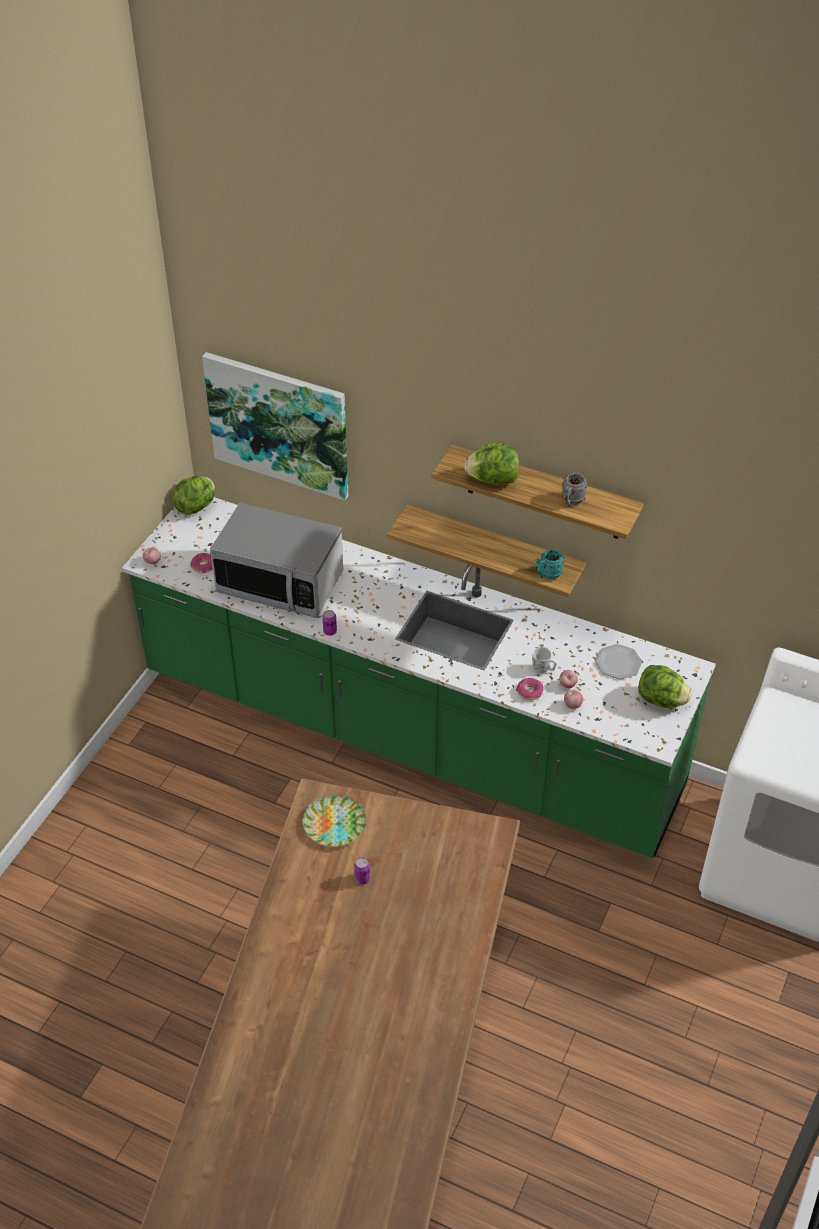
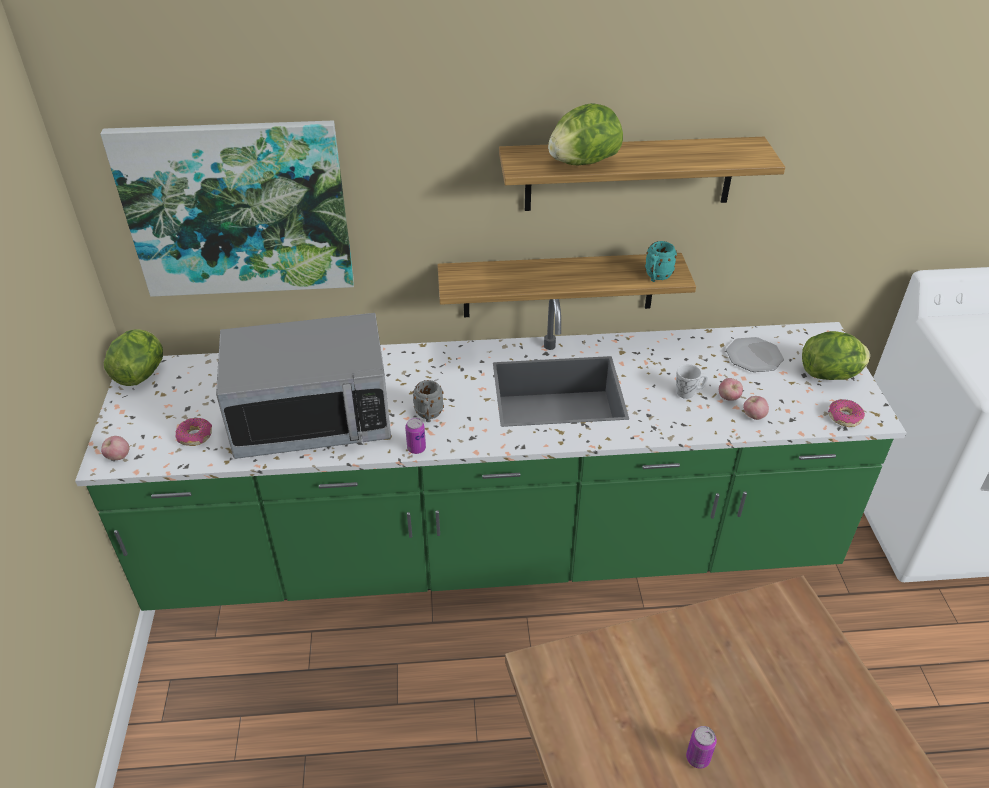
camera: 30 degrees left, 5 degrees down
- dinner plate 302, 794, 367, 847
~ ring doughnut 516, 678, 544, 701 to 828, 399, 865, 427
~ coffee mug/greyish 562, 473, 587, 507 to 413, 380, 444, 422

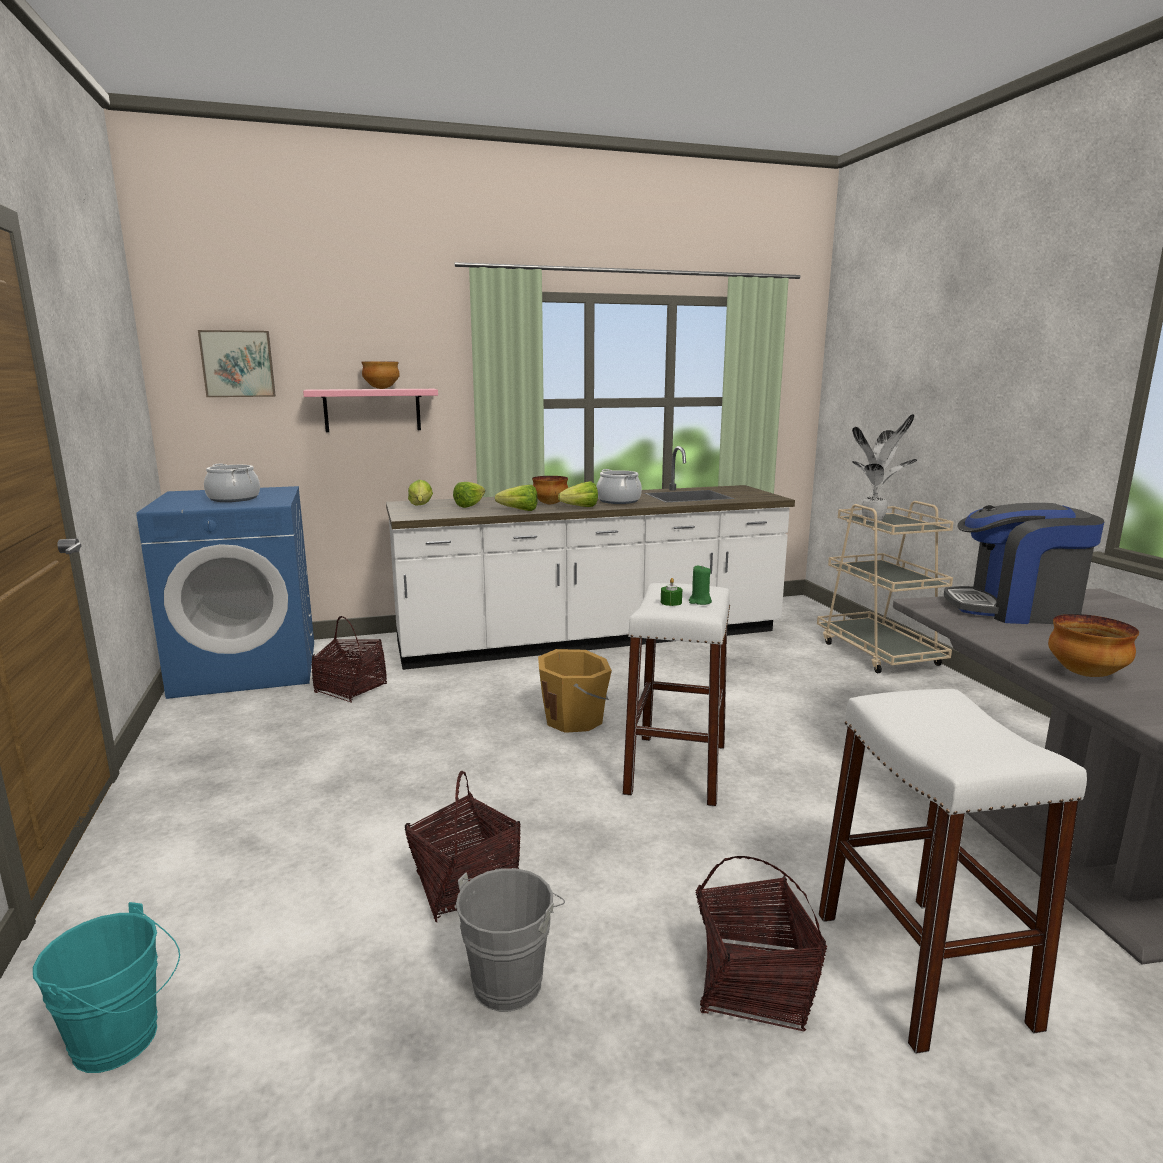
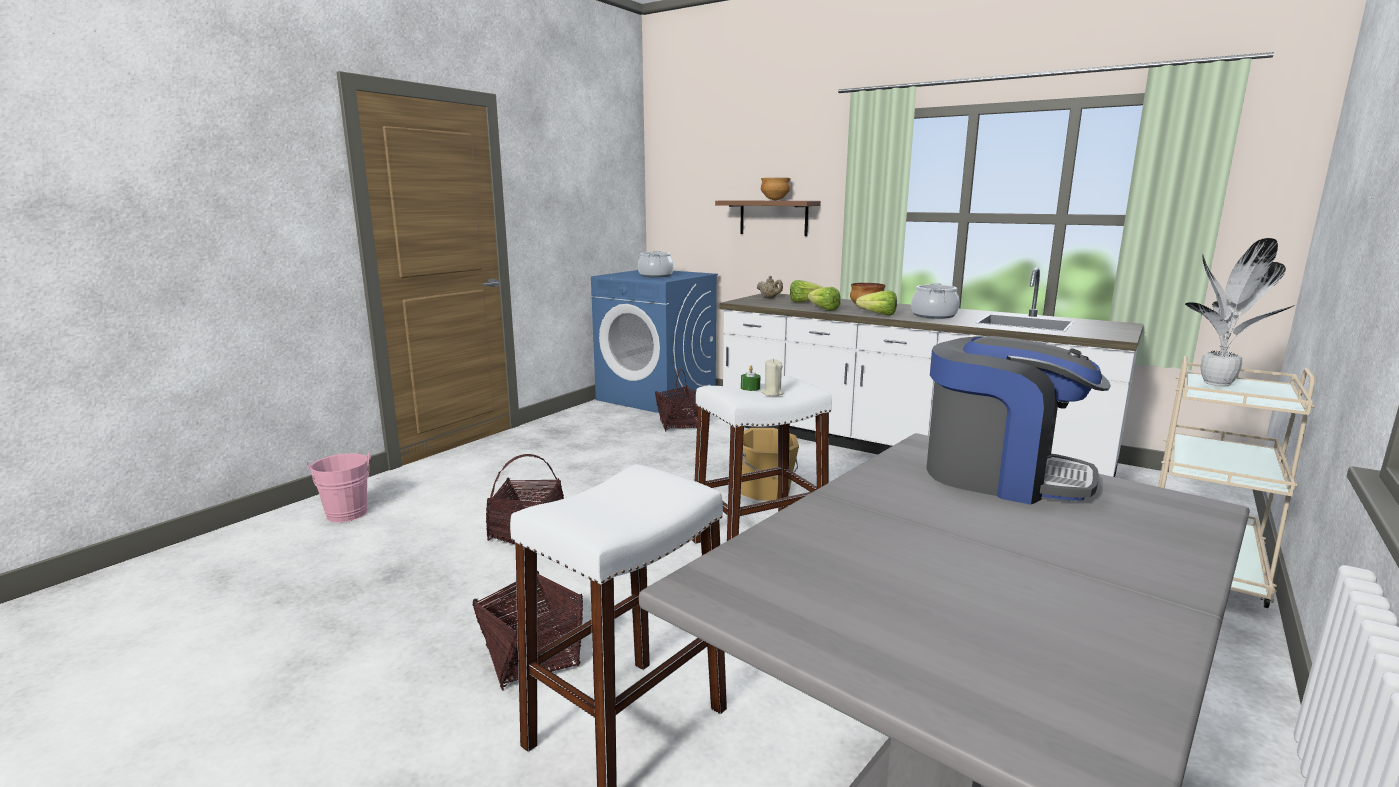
camera: 50 degrees right, 0 degrees up
- wall picture 198, 330, 276, 397
- bucket/greyish 456, 868, 565, 1012
- deep dish 1048, 614, 1139, 677
~ head of lettuce 408, 480, 433, 505 to pot for tea/sand-coloured 757, 276, 783, 298
~ bucket/turquoise 33, 902, 180, 1073 to bucket/pink-coloured 307, 452, 371, 522
~ wall shelf/pink-coloured 303, 389, 438, 432 to wall shelf/brownish 715, 200, 821, 236
~ wax candle/greenish 689, 566, 712, 605 to wax candle/sand-coloured 761, 359, 783, 396
~ coffee brewer 944, 503, 1104, 624 = 926, 336, 1111, 505 150 degrees clockwise

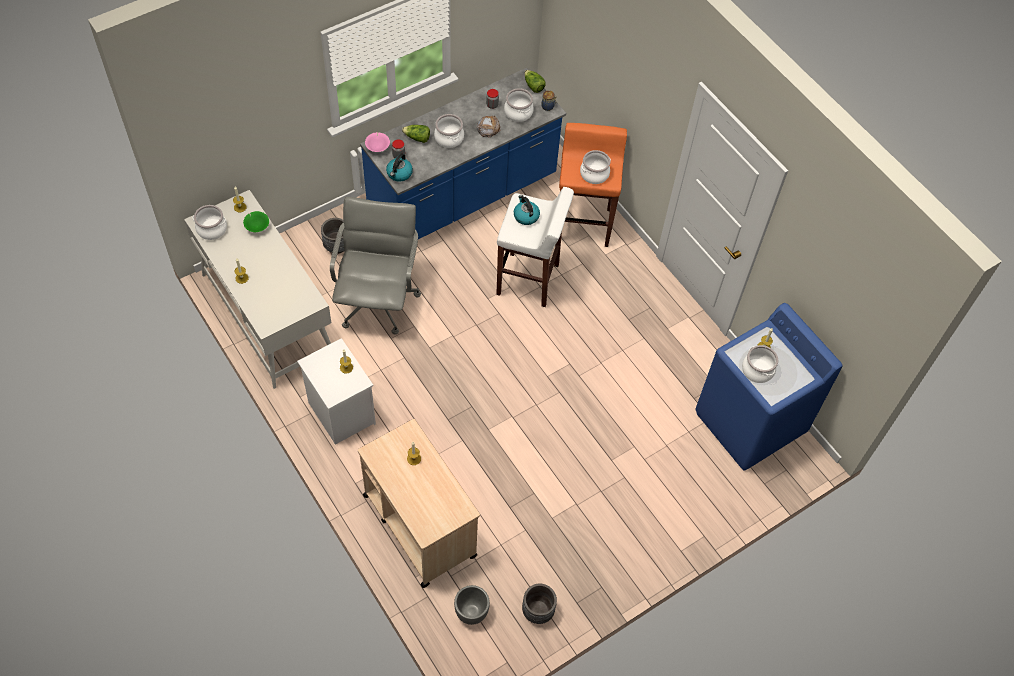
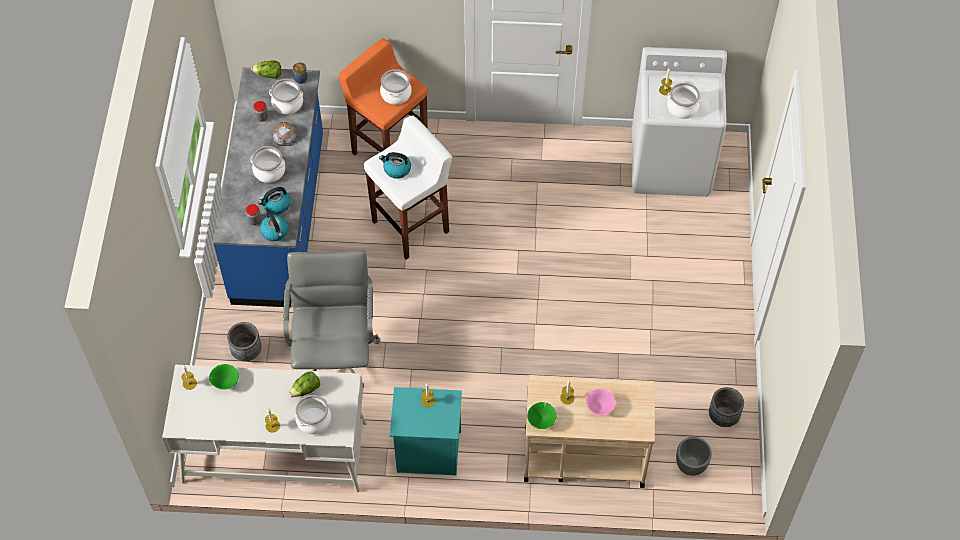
camera: 50 degrees left, 0 degrees up
+ water kettle 258, 187, 291, 215
+ deep dish/greenish 527, 402, 556, 429
~ stockpot 193, 205, 227, 240 to 295, 395, 331, 434
~ deep dish/pink-coloured 365, 132, 390, 152 to 586, 389, 616, 416
~ head of lettuce 402, 125, 430, 143 to 289, 371, 320, 397
~ bedside table/whitish 297, 338, 376, 445 to bedside table/turquoise 390, 387, 462, 476
~ laundry machine/blue-coloured 696, 303, 843, 470 to laundry machine/whitish 632, 47, 727, 197
~ computer chair/greyish 330, 197, 421, 335 = 283, 250, 381, 388 45 degrees clockwise

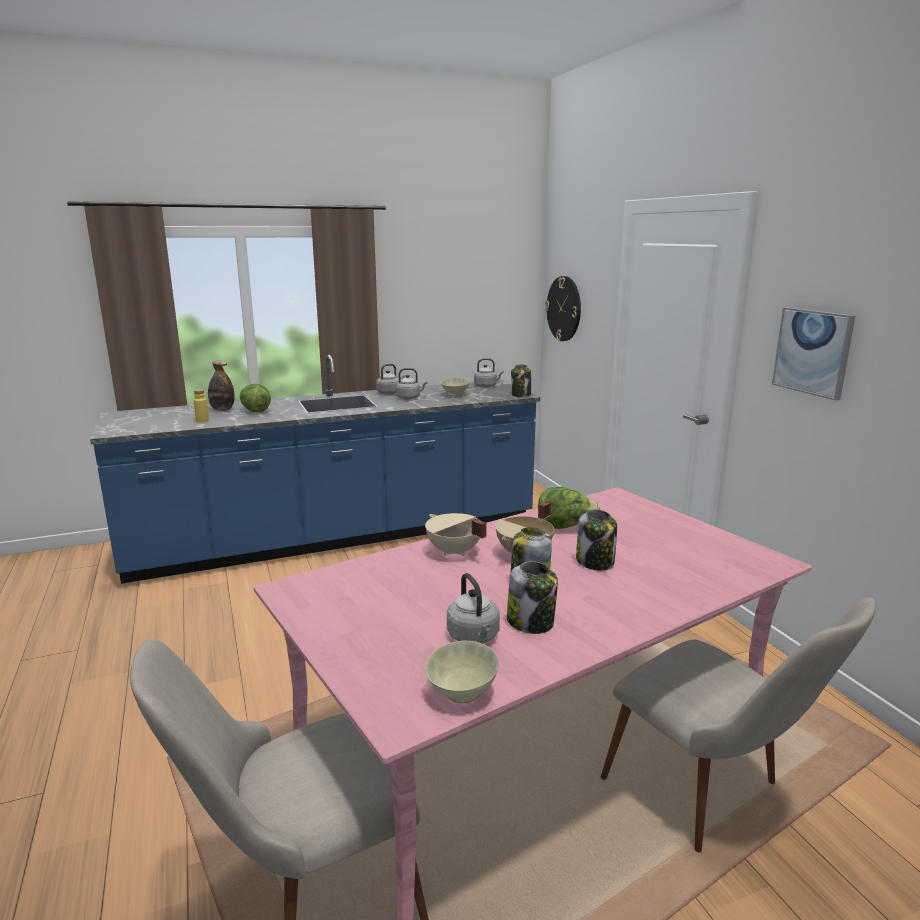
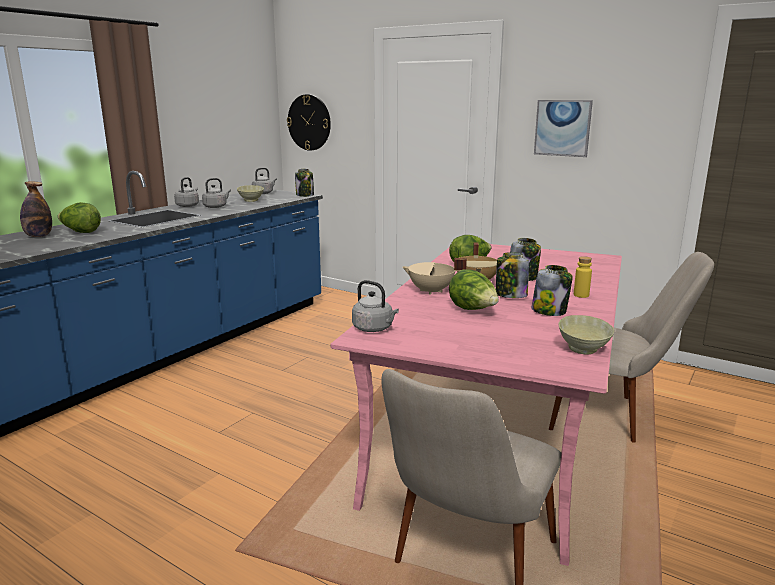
camera: 35 degrees left, 0 degrees up
+ head of lettuce 449, 269, 499, 310
~ beverage bottle/yellow 193, 389, 209, 422 to 574, 256, 592, 298
~ water kettle/greyish 447, 573, 500, 644 to 352, 280, 399, 332

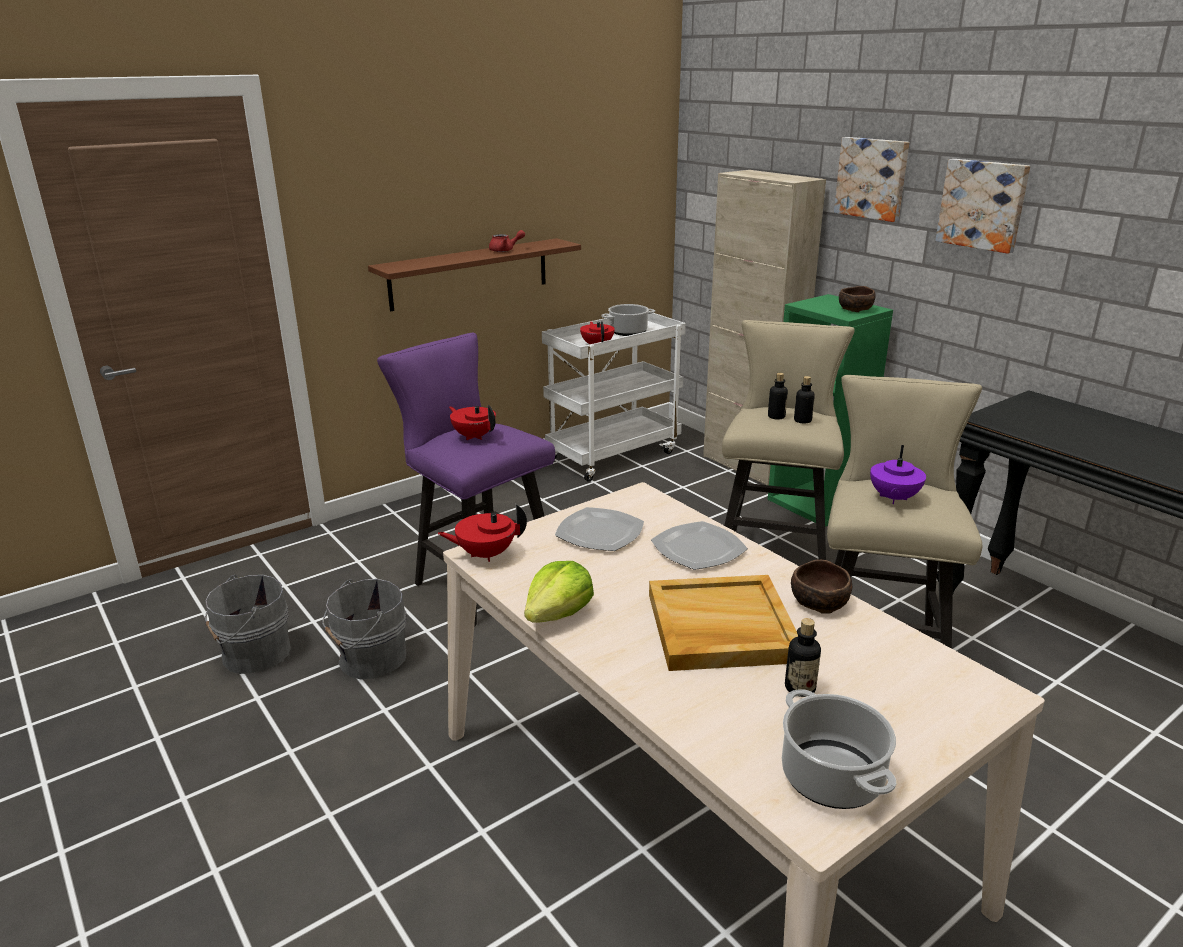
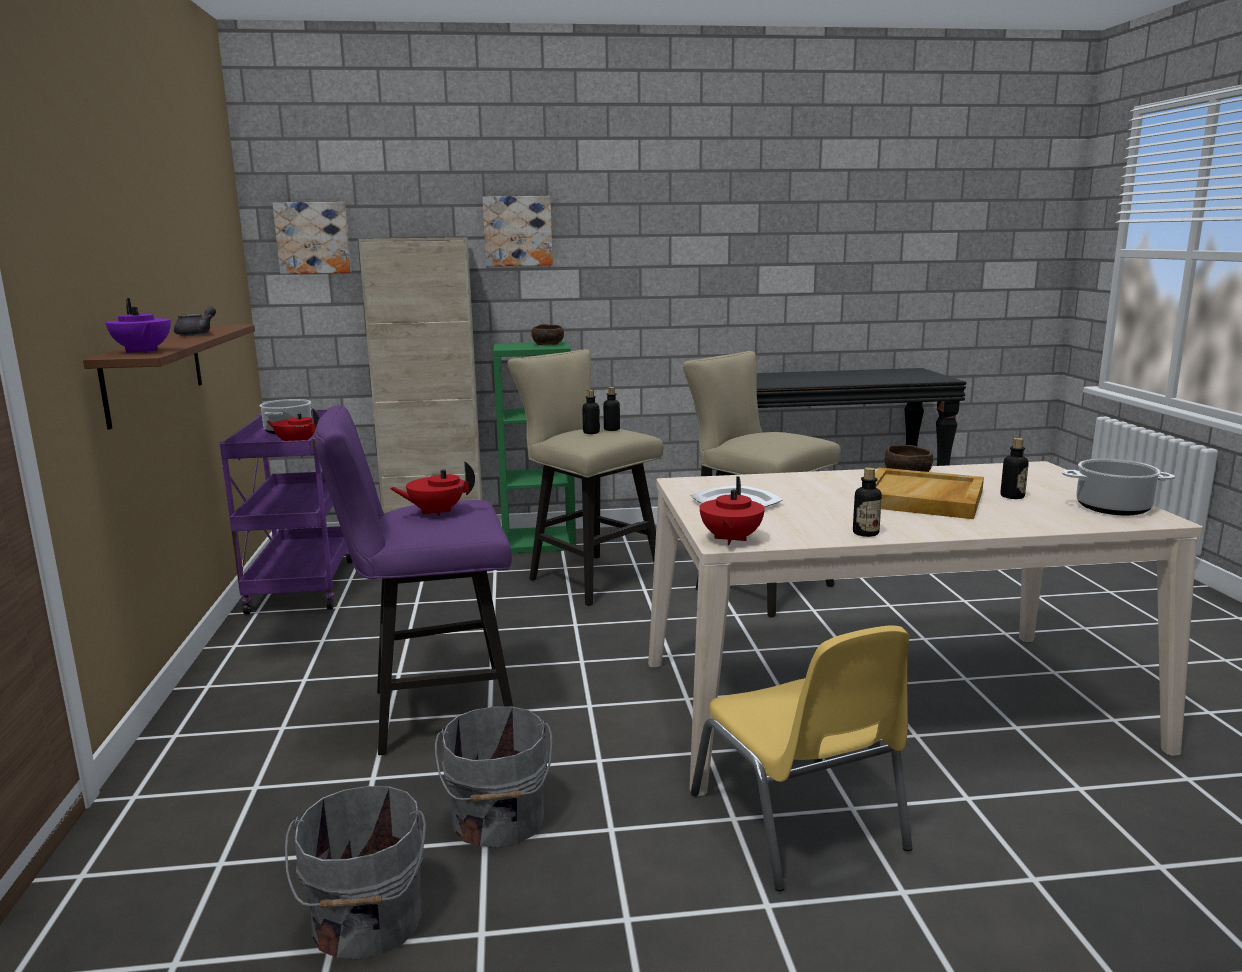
camera: 60 degrees left, 10 degrees down
- dinner plate 651, 521, 748, 570
+ upright chair/yellow 691, 625, 912, 891
~ pot for tea/purple 870, 445, 926, 504 to 106, 298, 171, 353
~ wall picture 935, 159, 1030, 254 to 272, 202, 351, 274
~ head of lettuce 524, 561, 594, 623 to beverage bottle 853, 467, 882, 537
~ pot for tea/reddish 489, 230, 525, 252 to pot for tea/greyish 174, 306, 216, 336
~ trolley/whitish 542, 313, 686, 482 to trolley/purple 220, 409, 353, 614

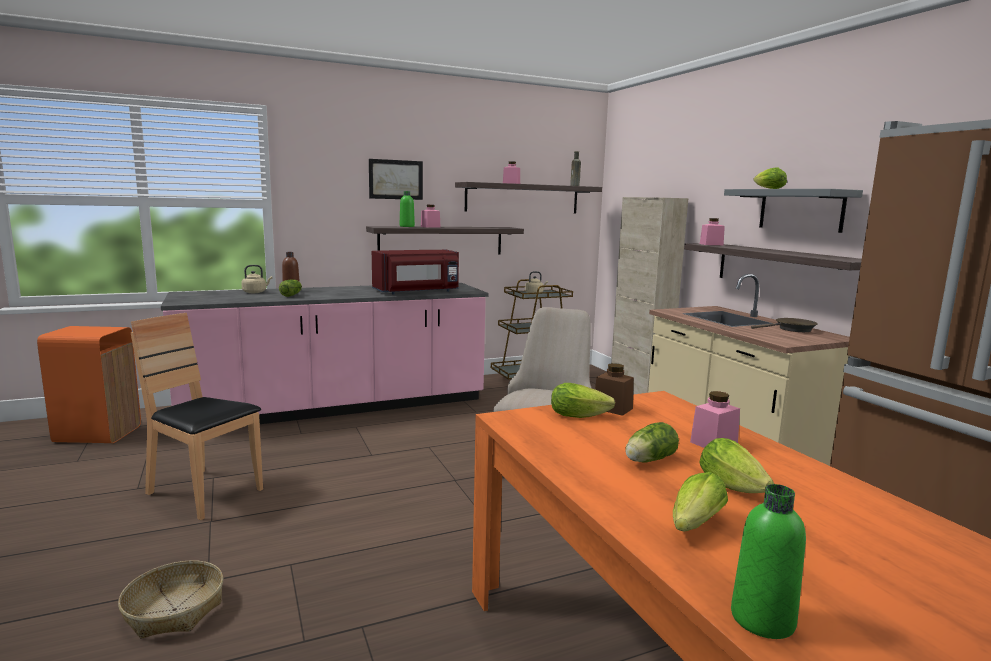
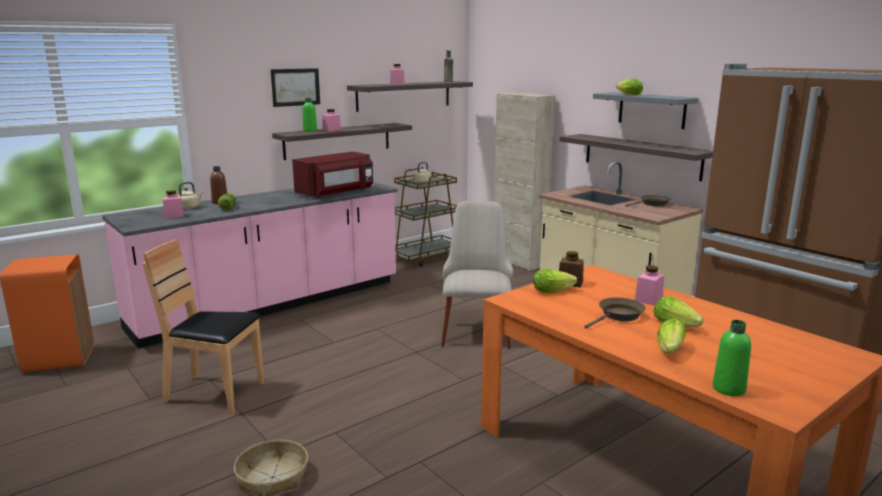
camera: 15 degrees left, 5 degrees up
~ storage jar/pink-coloured 700, 218, 725, 245 to 163, 190, 184, 218
~ head of lettuce 625, 422, 679, 463 to pan/brownish 584, 297, 646, 329

